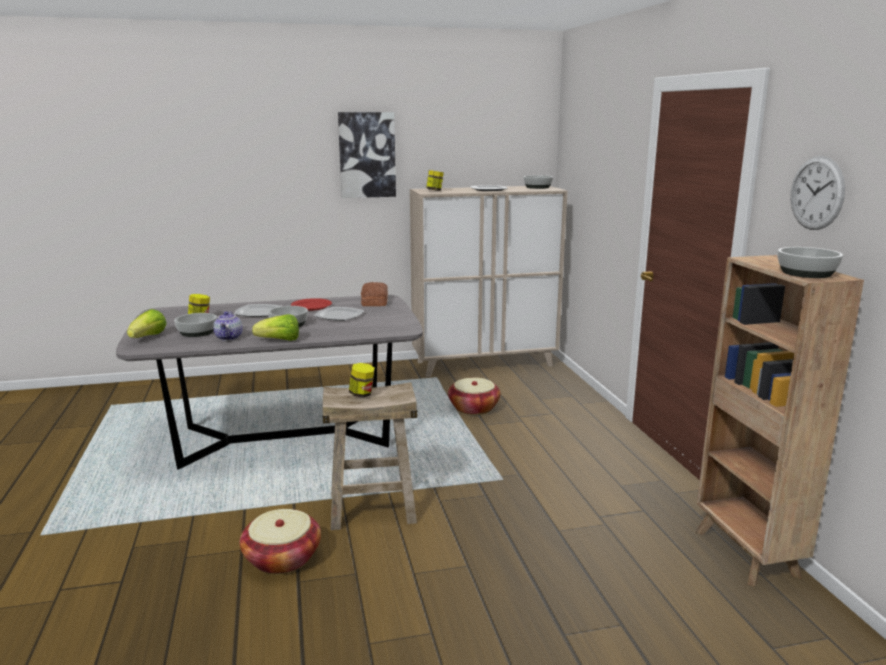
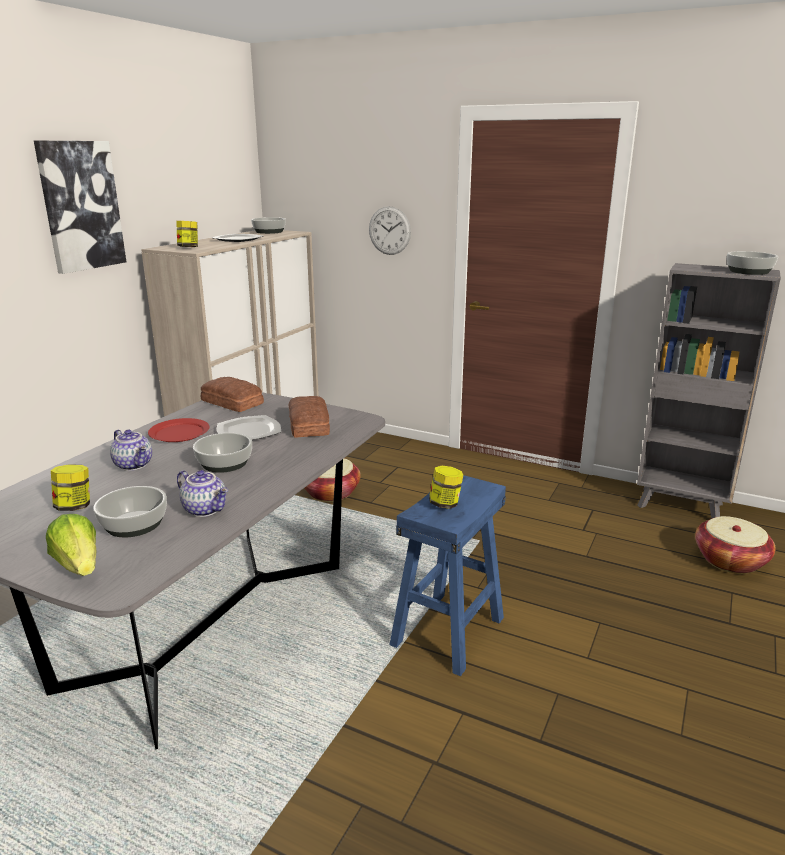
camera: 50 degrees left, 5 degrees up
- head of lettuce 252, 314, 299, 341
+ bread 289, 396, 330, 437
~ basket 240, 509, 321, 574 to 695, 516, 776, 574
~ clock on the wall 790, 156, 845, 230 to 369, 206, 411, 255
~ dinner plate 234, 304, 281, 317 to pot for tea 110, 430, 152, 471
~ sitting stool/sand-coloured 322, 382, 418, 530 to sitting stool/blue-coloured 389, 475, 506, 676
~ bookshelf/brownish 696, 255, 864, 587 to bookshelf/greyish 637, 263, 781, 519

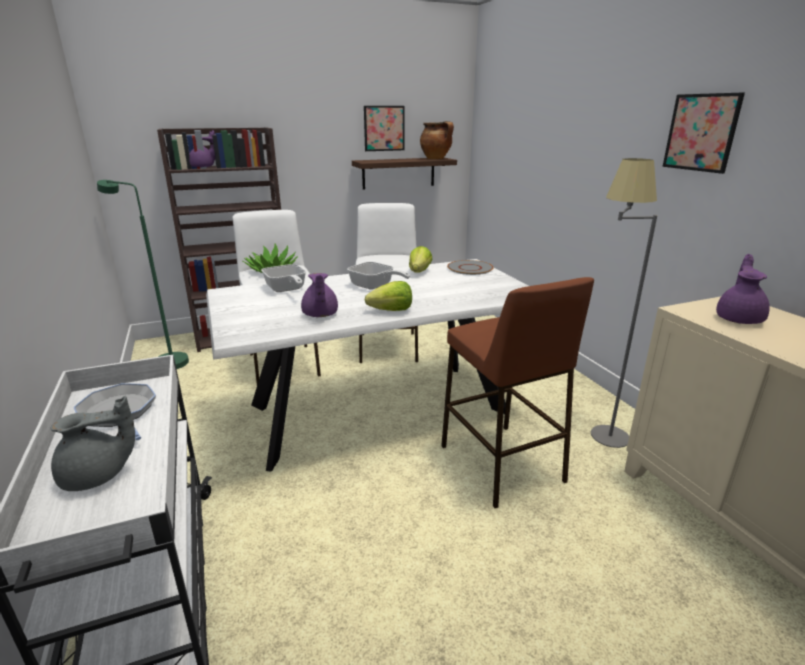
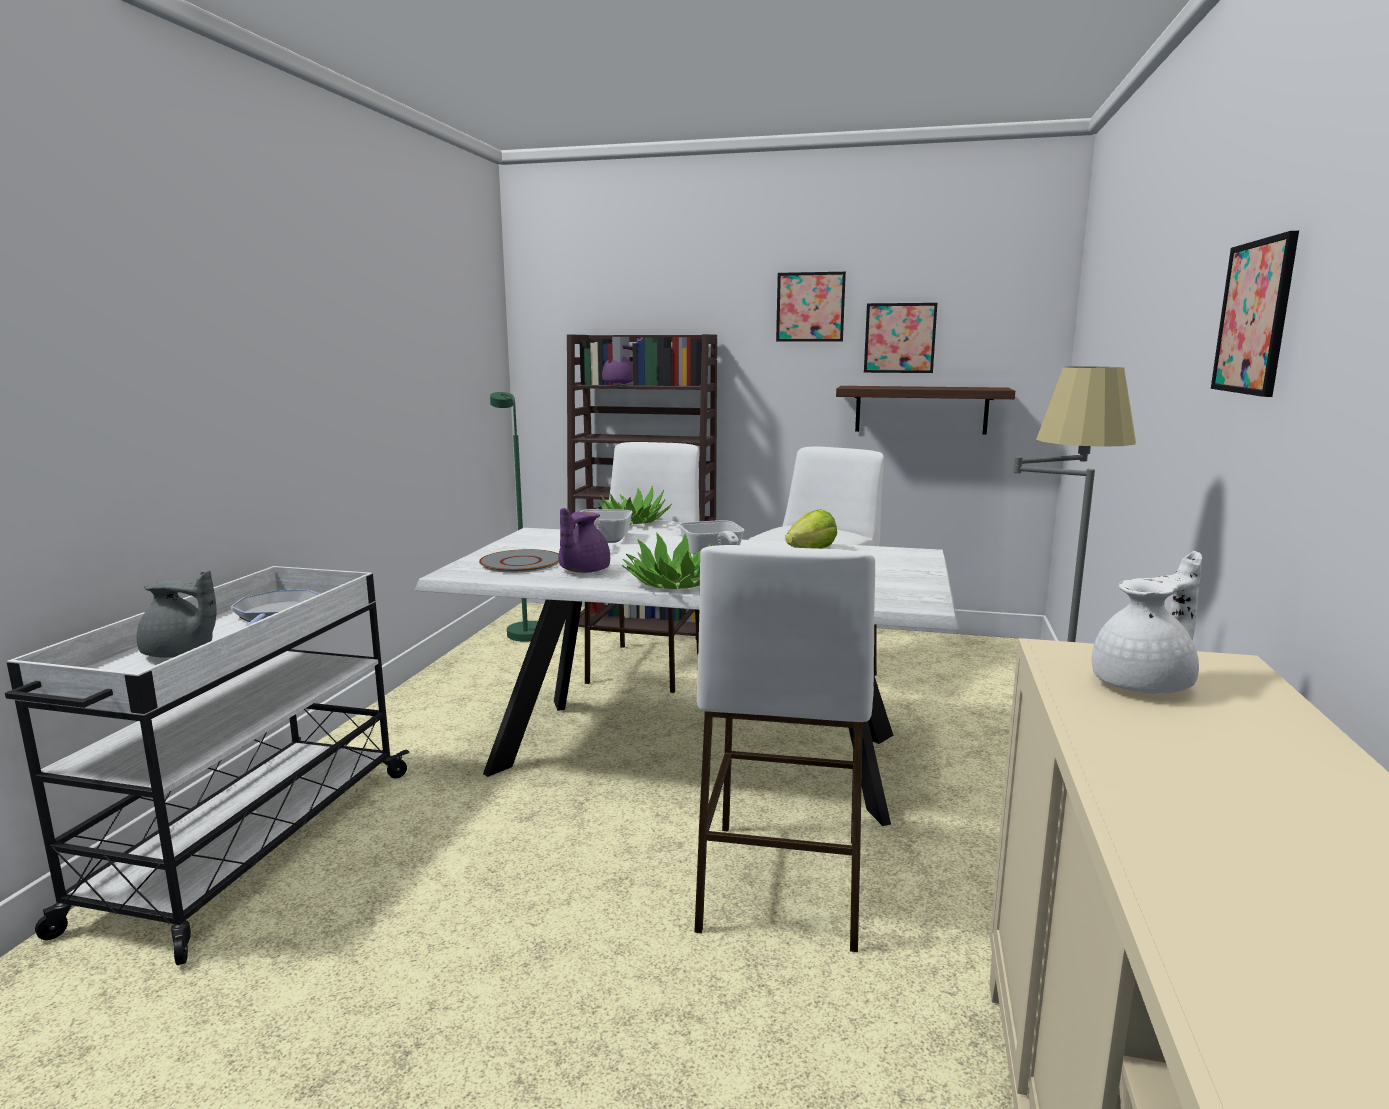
camera: 35 degrees right, 10 degrees down
- stockpot 420, 121, 454, 159
+ wall picture 776, 272, 846, 342
~ dinner plate/greyish 447, 260, 494, 275 to 479, 549, 559, 573
~ head of lettuce 365, 281, 412, 311 to potted plant 621, 532, 712, 589
~ sitting stool/brownish 441, 277, 594, 508 to sitting stool/whitish 694, 545, 875, 952
~ pot for tea/purple 716, 254, 770, 324 to pot for tea/whitish 1092, 551, 1202, 694

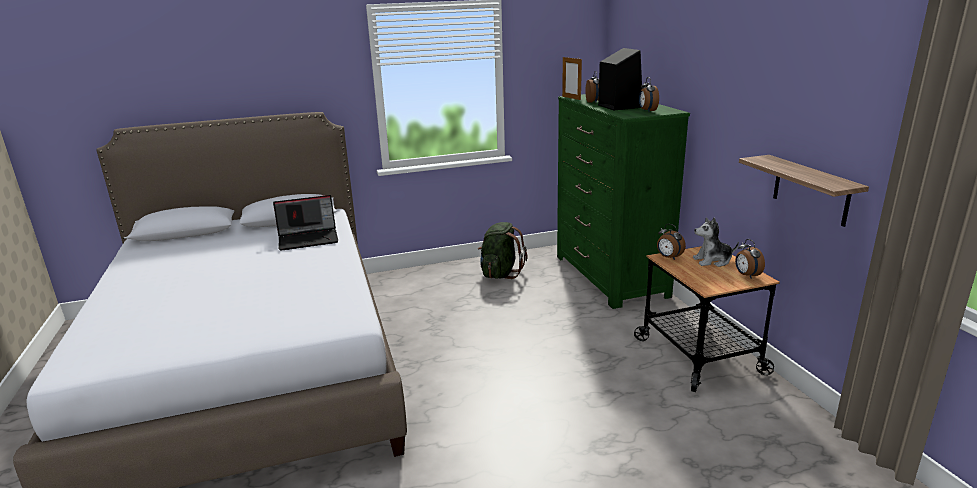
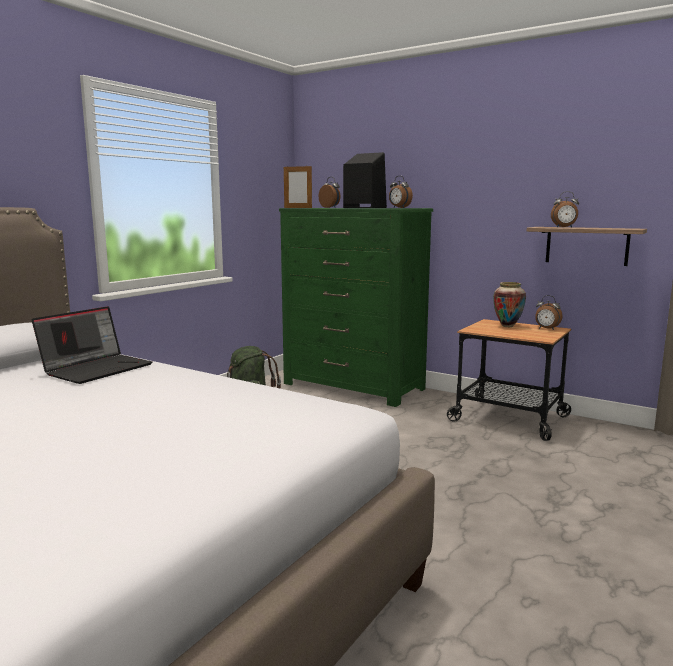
camera: 40 degrees left, 10 degrees down
~ bedside clock 657, 224, 686, 260 to 551, 191, 579, 227
~ soft toy 693, 217, 739, 267 to vase 493, 282, 526, 327

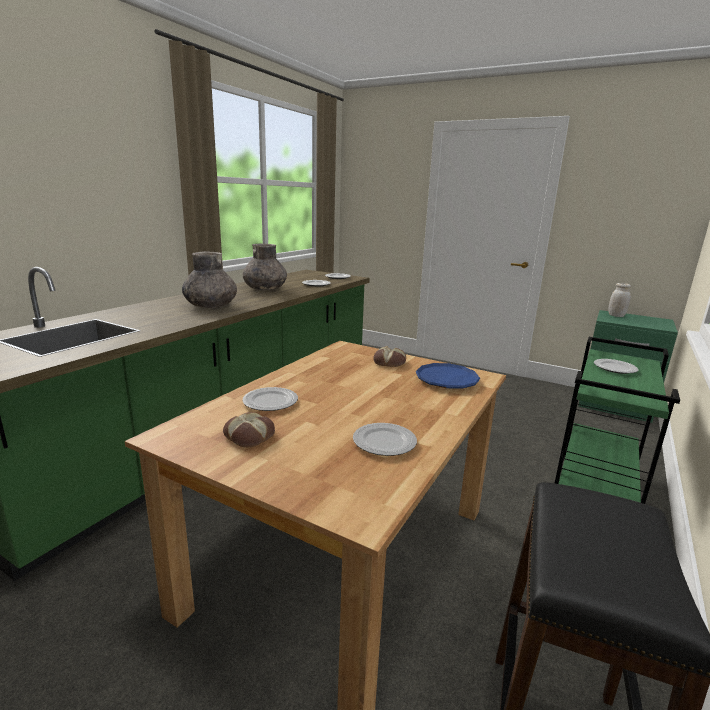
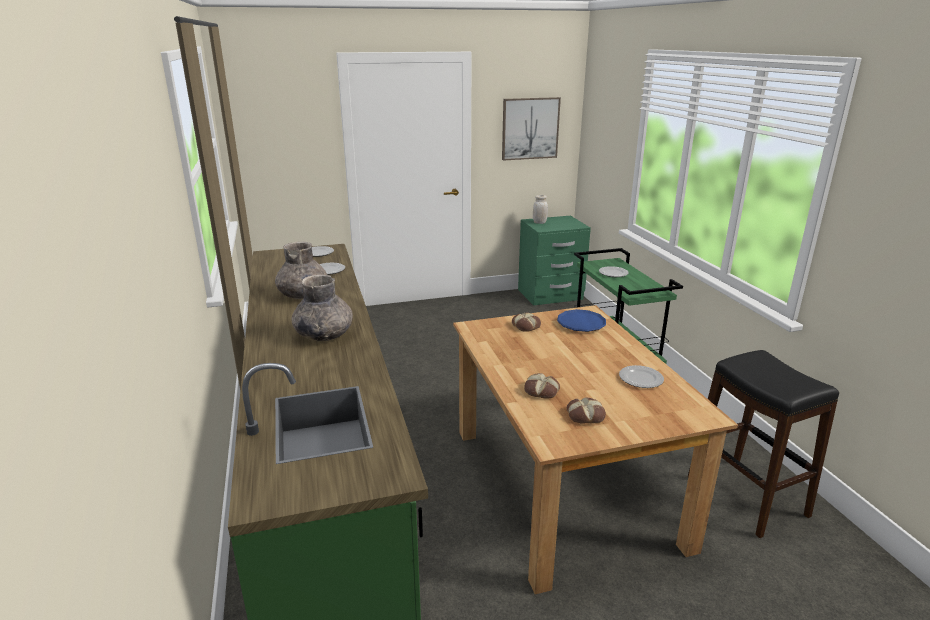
camera: 45 degrees left, 5 degrees up
+ wall picture 502, 97, 561, 161
~ dinner plate 242, 387, 298, 411 to bread 524, 373, 560, 399

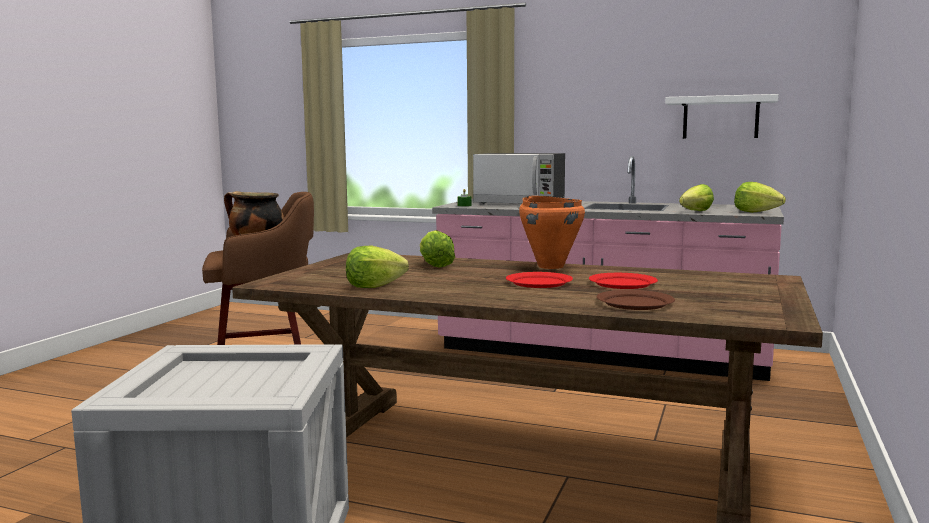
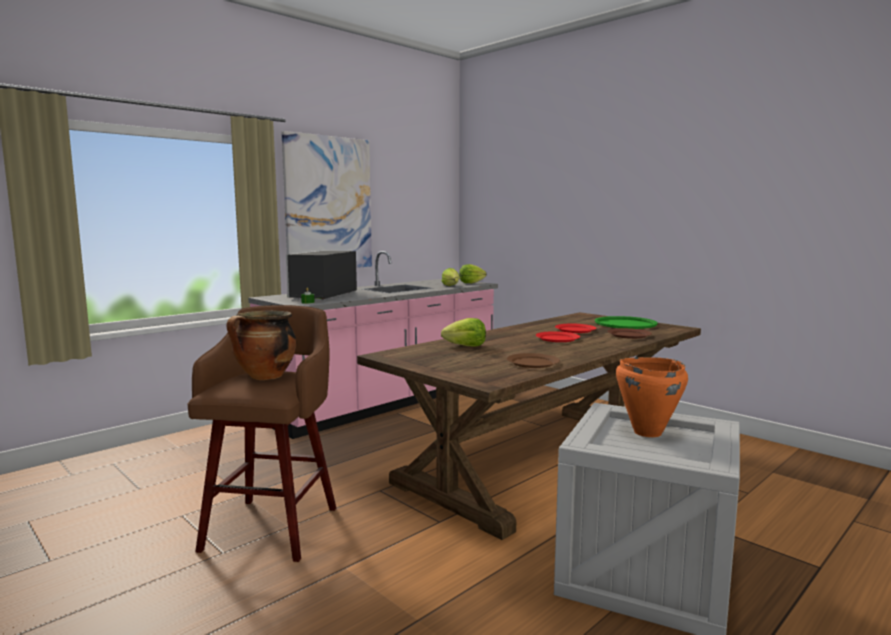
camera: 65 degrees left, 0 degrees up
- wall shelf/whitish 665, 94, 779, 139
+ wall picture 281, 131, 372, 268
+ carrying tray/greenish 595, 316, 658, 329
~ stockpot/orangey 519, 196, 585, 269 to 616, 357, 688, 437
~ head of lettuce 346, 245, 409, 288 to dinner plate/brownish 507, 353, 560, 368
~ microwave 473, 153, 565, 204 = 286, 251, 357, 300 150 degrees clockwise

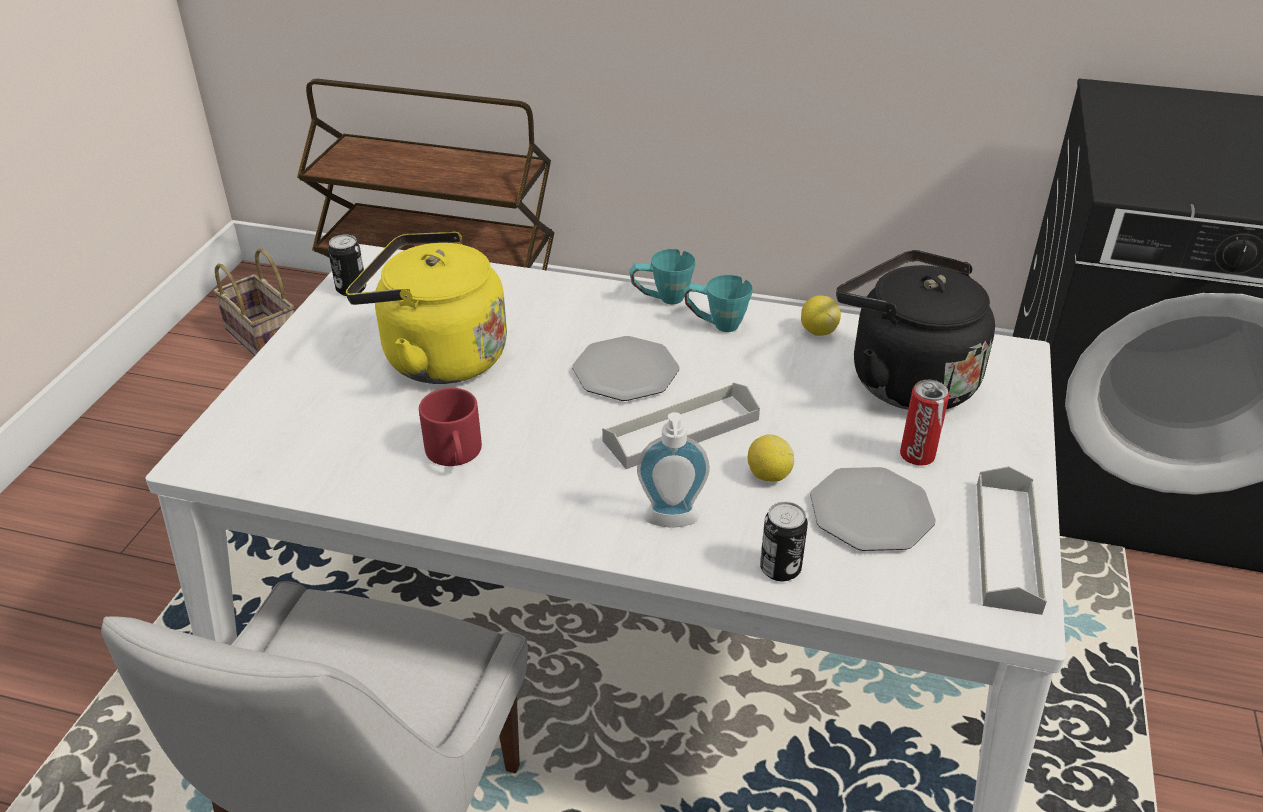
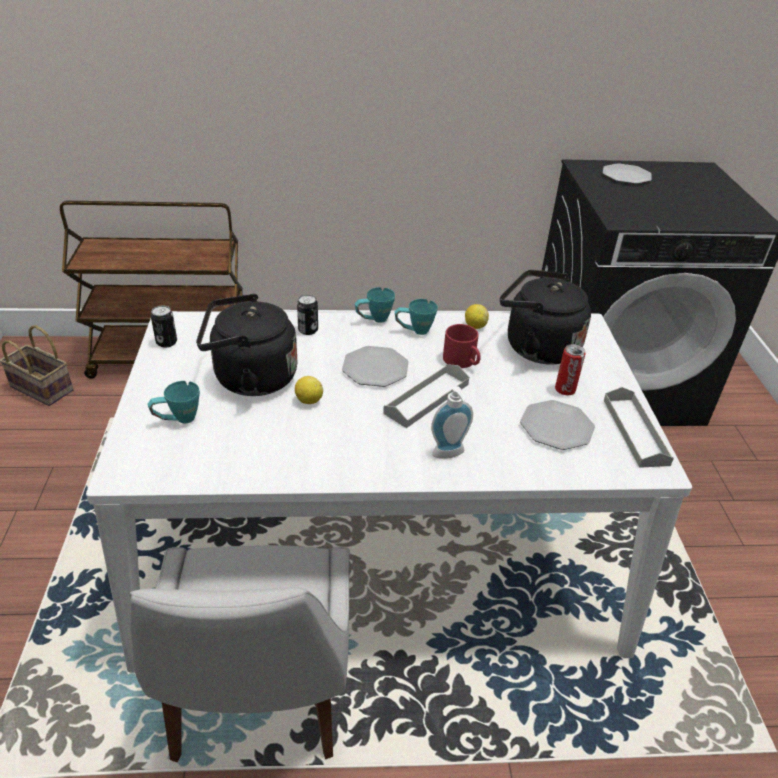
camera: 20 degrees left, 0 degrees up
+ coffee mug/turquoise 147, 381, 200, 423
+ dinner plate 603, 163, 652, 184
~ coffee mug/reddish 419, 388, 482, 466 to 443, 324, 481, 368
~ lemon 748, 434, 794, 482 to 295, 376, 323, 404
~ sealed can 760, 502, 808, 581 to 297, 294, 318, 335
~ water kettle/yellow 346, 232, 507, 384 to water kettle/blackish 196, 294, 297, 396

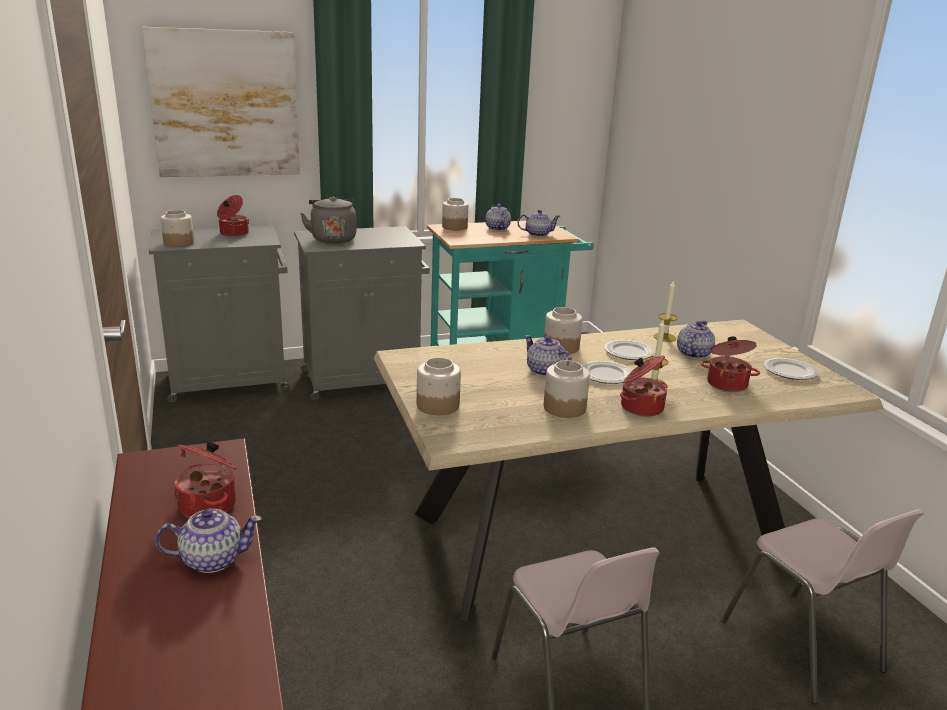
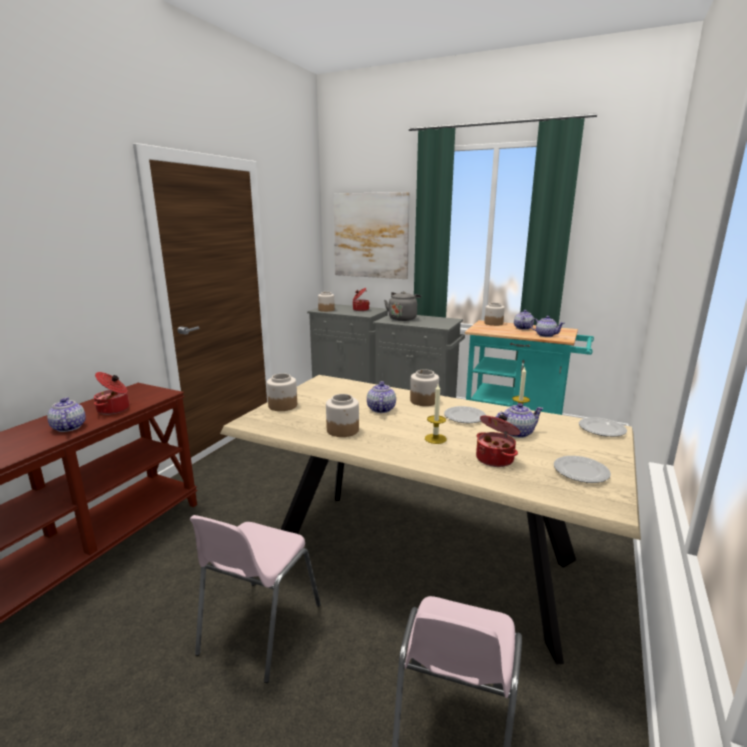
camera: 45 degrees right, 5 degrees down
- stockpot 620, 355, 668, 417
~ dinner plate 582, 361, 631, 384 to 579, 417, 627, 437
~ pot for tea 155, 509, 262, 573 = 47, 397, 86, 432 150 degrees counterclockwise

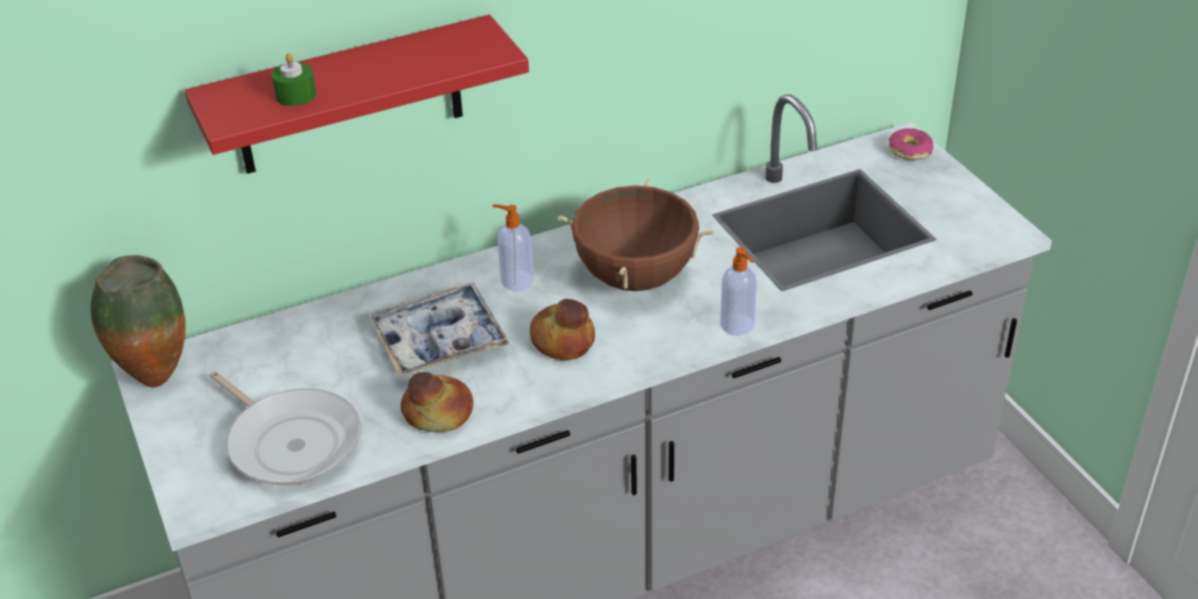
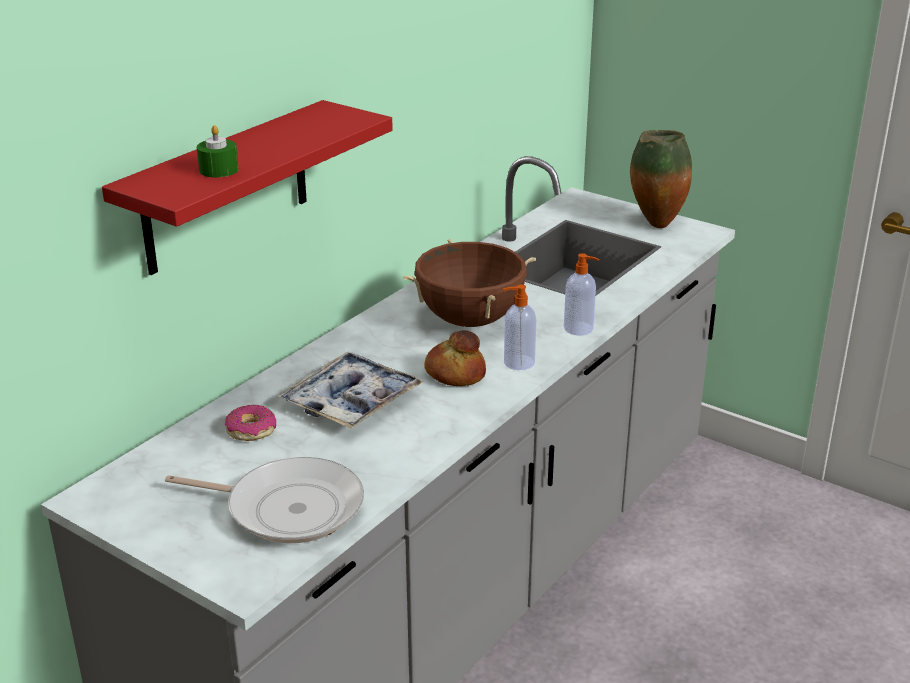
camera: 30 degrees left, 10 degrees down
- bread 401, 372, 473, 432
~ vase 91, 255, 186, 387 to 630, 130, 692, 228
~ liquid soap bottle 492, 205, 534, 291 to 503, 285, 536, 370
~ ring doughnut 889, 128, 933, 160 to 225, 405, 276, 441

